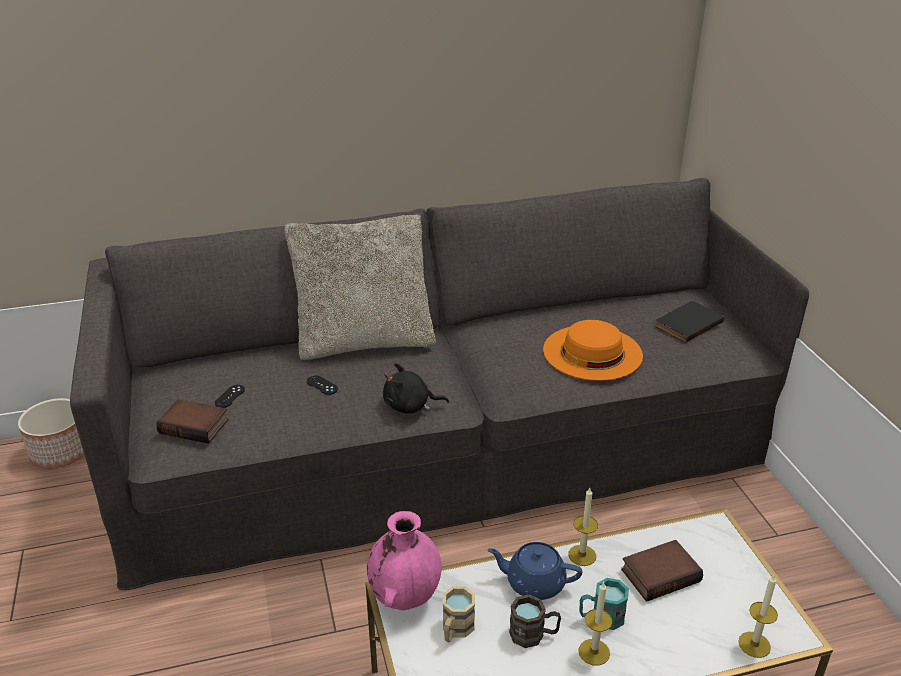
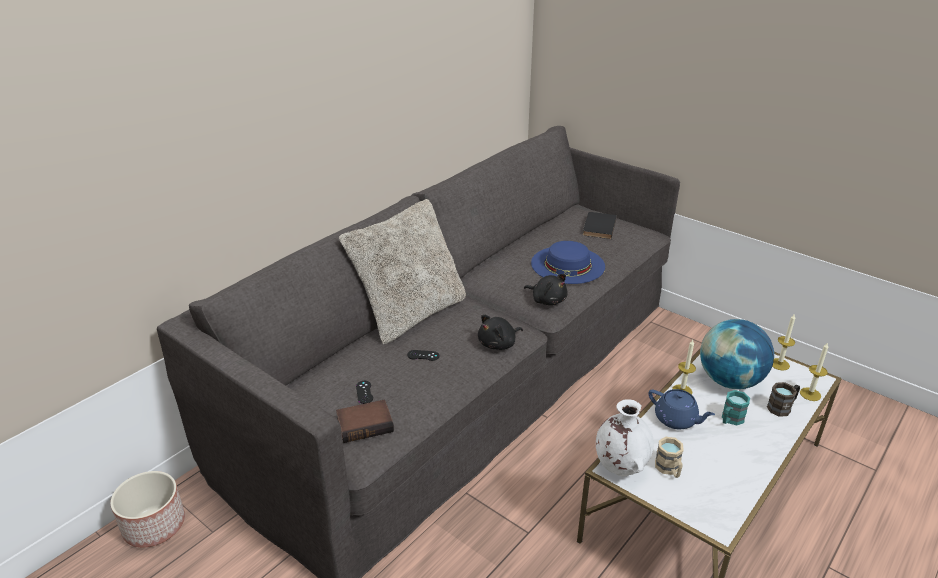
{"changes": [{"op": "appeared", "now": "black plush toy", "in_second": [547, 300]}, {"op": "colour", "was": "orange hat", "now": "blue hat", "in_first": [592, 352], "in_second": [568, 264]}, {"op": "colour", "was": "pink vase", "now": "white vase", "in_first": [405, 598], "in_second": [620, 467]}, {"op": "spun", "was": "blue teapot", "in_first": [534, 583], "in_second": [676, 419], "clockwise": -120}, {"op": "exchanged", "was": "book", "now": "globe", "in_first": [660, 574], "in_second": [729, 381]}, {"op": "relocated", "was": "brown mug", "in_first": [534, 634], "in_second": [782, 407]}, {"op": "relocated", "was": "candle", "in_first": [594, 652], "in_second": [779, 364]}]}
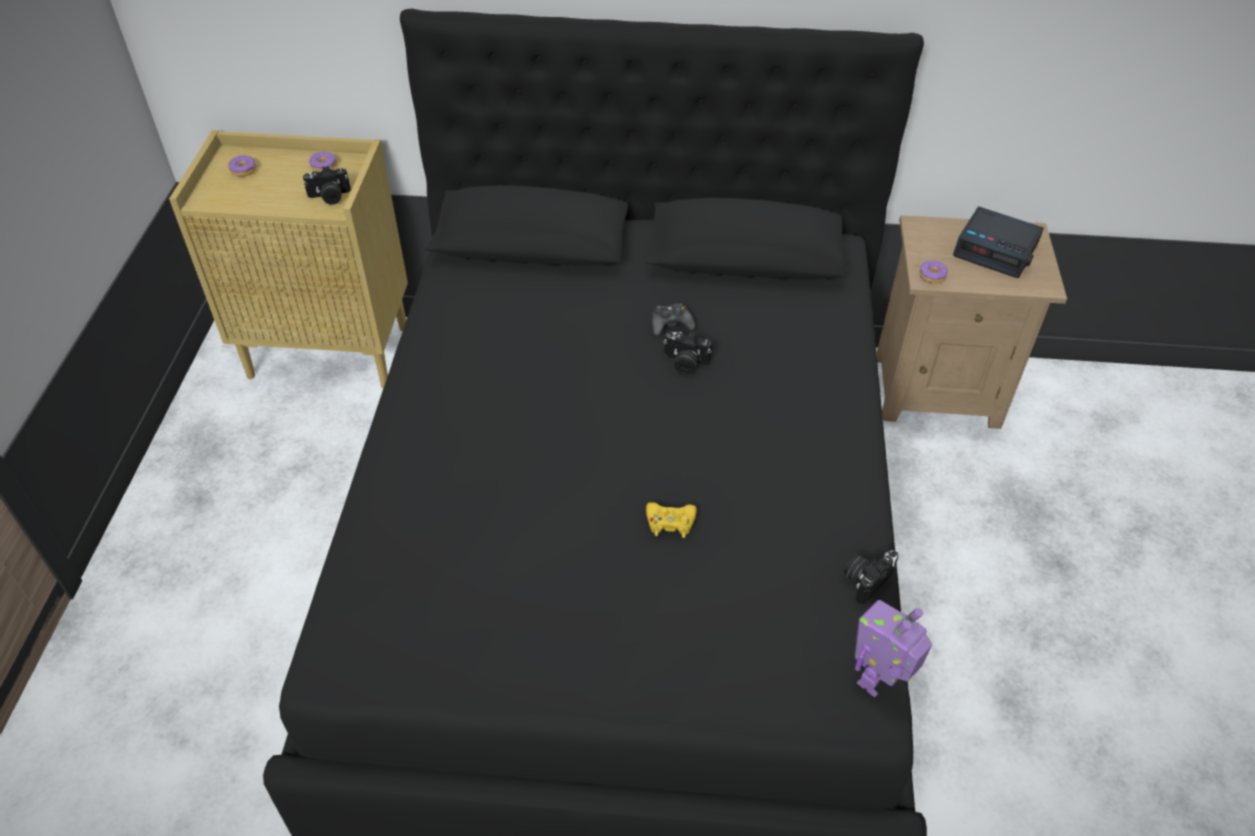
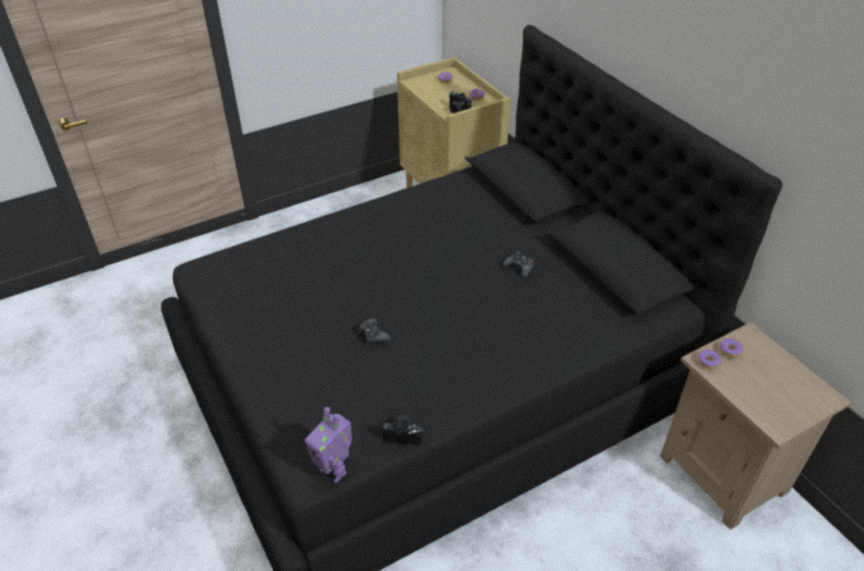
{"changes": [{"op": "spun", "was": "toy robot", "in_first": [878, 680], "in_second": [334, 470], "clockwise": -150}, {"op": "colour", "was": "yellow game controller", "now": "black game controller", "in_first": [670, 523], "in_second": [373, 335]}, {"op": "appeared", "now": "donut", "in_second": [729, 351]}, {"op": "missing", "was": "photo camera", "in_first": [685, 363]}, {"op": "missing", "was": "alarm clock", "in_first": [996, 250]}]}
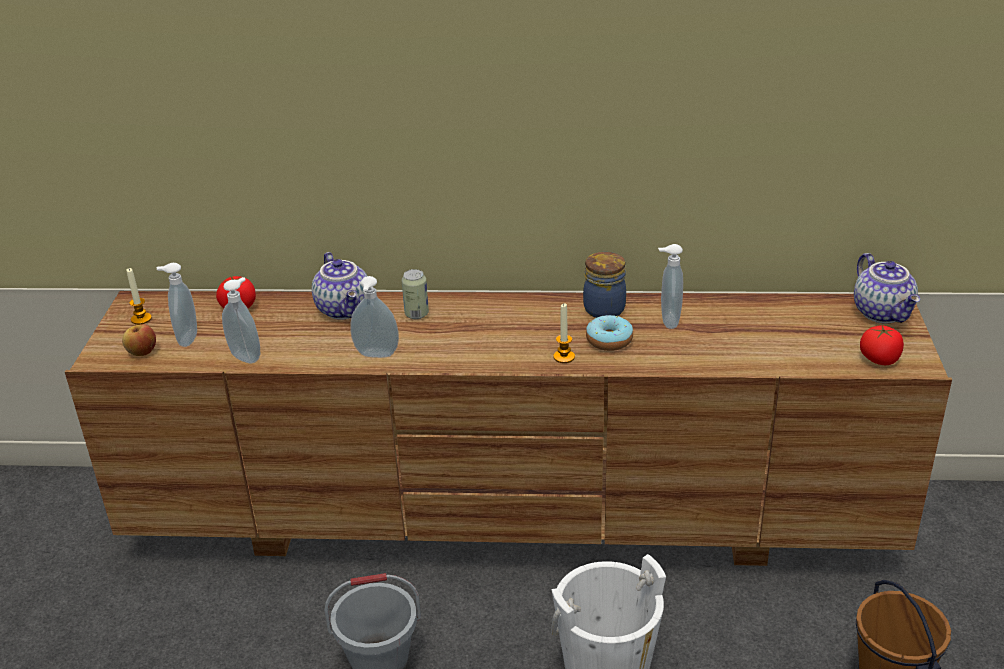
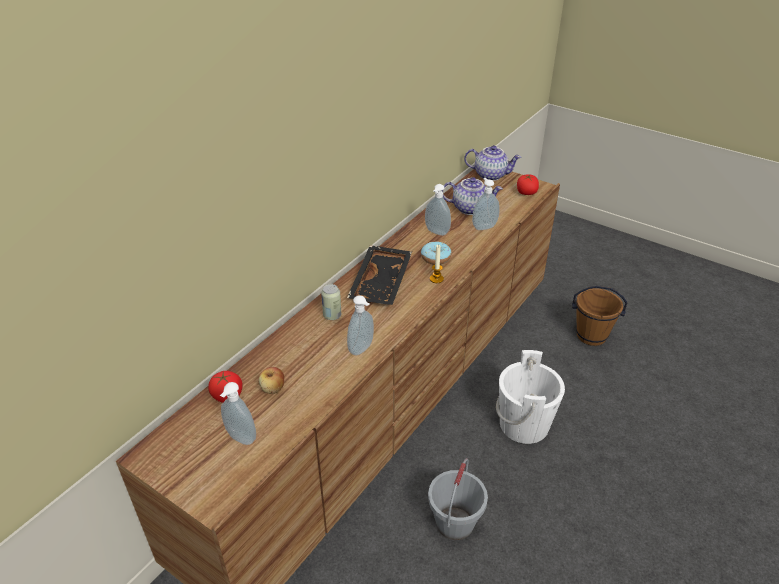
{"changes": [{"op": "relocated", "was": "apple", "in_first": [142, 352], "in_second": [273, 389]}, {"op": "appeared", "now": "black tray", "in_second": [382, 283]}, {"op": "relocated", "was": "teapot", "in_first": [345, 309], "in_second": [470, 208]}, {"op": "relocated", "was": "soap dispenser", "in_first": [247, 356], "in_second": [483, 226]}, {"op": "missing", "was": "candle", "in_first": [141, 319]}, {"op": "missing", "was": "jar", "in_first": [605, 308]}]}
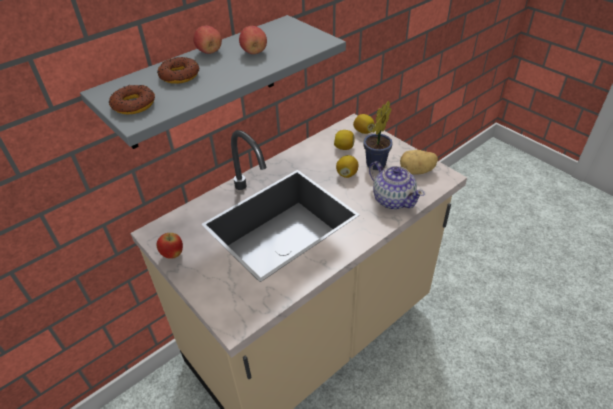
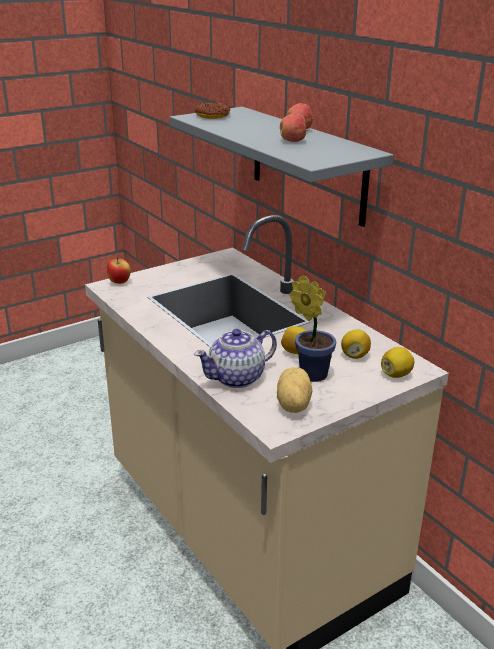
{"changes": [{"op": "relocated", "was": "apple", "in_first": [172, 254], "in_second": [119, 282]}, {"op": "missing", "was": "donut", "in_first": [179, 75]}]}
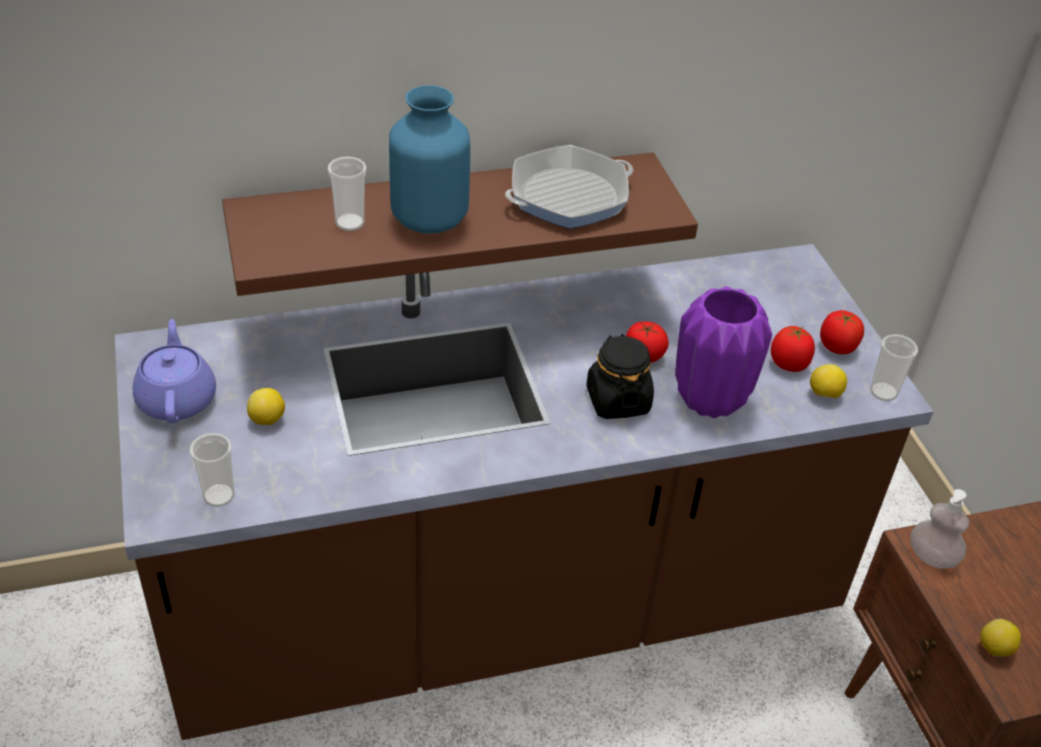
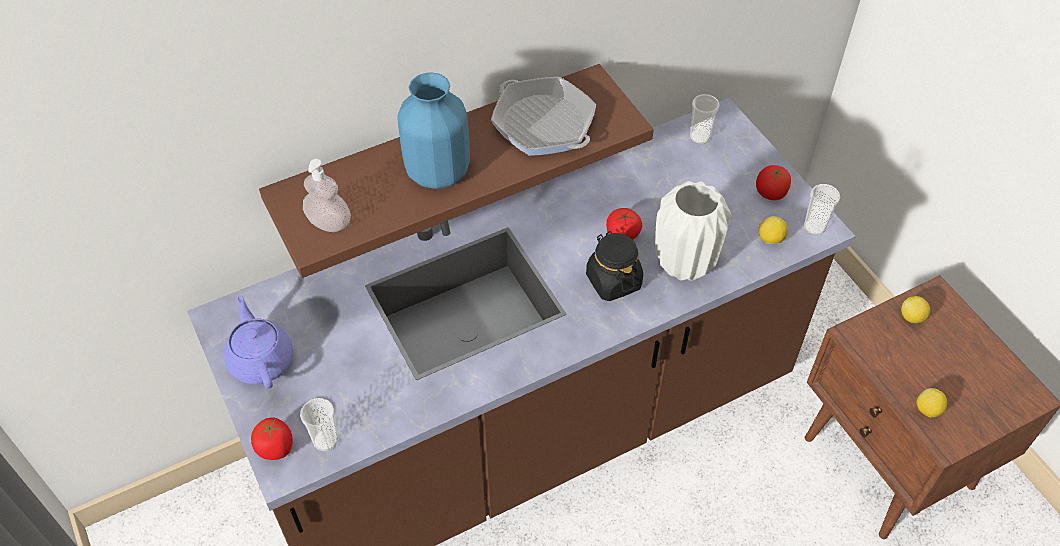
{"changes": [{"op": "relocated", "was": "tomato", "in_first": [789, 364], "in_second": [276, 448]}, {"op": "relocated", "was": "soap dispenser", "in_first": [932, 557], "in_second": [329, 223]}, {"op": "spun", "was": "frying pan", "in_first": [568, 196], "in_second": [543, 124], "clockwise": -90}, {"op": "colour", "was": "purple vase", "now": "white vase", "in_first": [709, 399], "in_second": [684, 263]}, {"op": "relocated", "was": "cup", "in_first": [350, 223], "in_second": [699, 137]}, {"op": "relocated", "was": "lemon", "in_first": [267, 420], "in_second": [912, 317]}]}
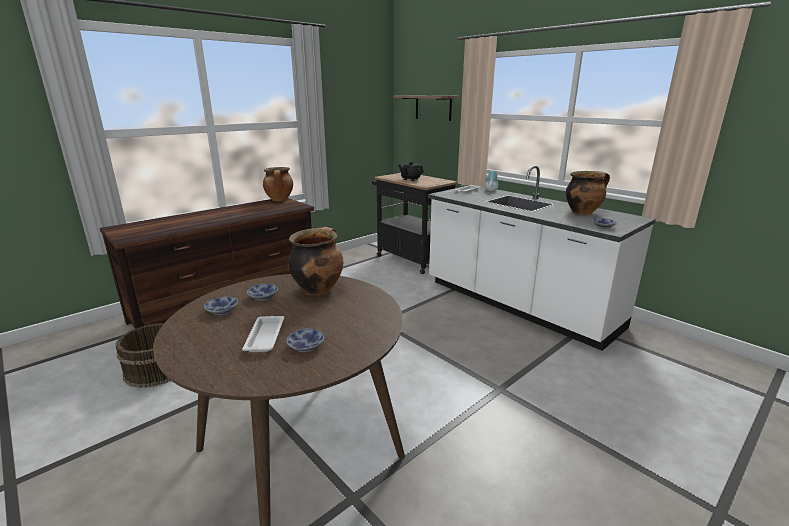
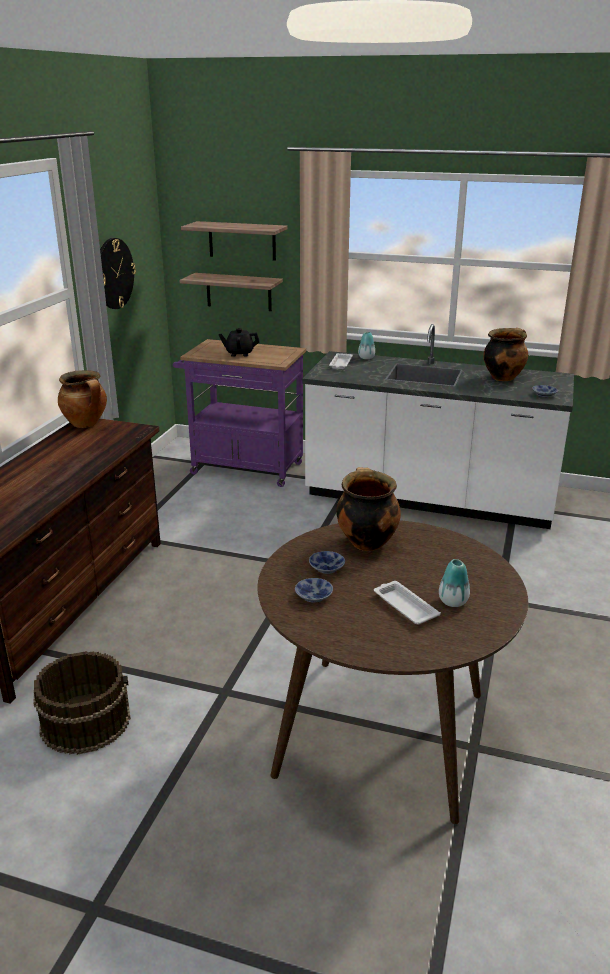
{"changes": [{"op": "appeared", "now": "wall clock", "in_second": [114, 273]}, {"op": "colour", "was": "black cart", "now": "purple cart", "in_first": [411, 259], "in_second": [243, 468]}, {"op": "appeared", "now": "shelf", "in_second": [238, 292]}, {"op": "exchanged", "was": "bowl", "now": "vase", "in_first": [305, 345], "in_second": [453, 601]}]}
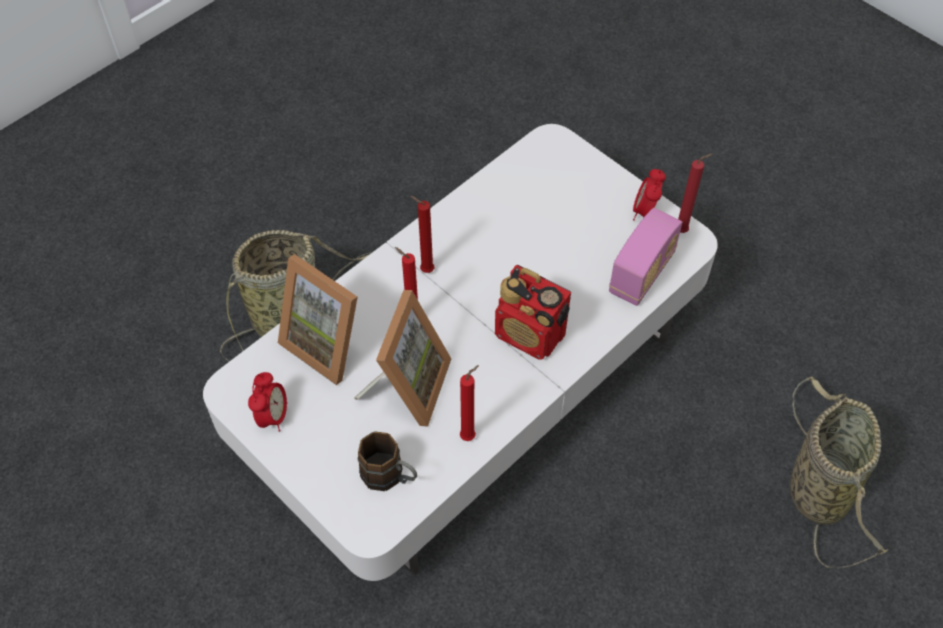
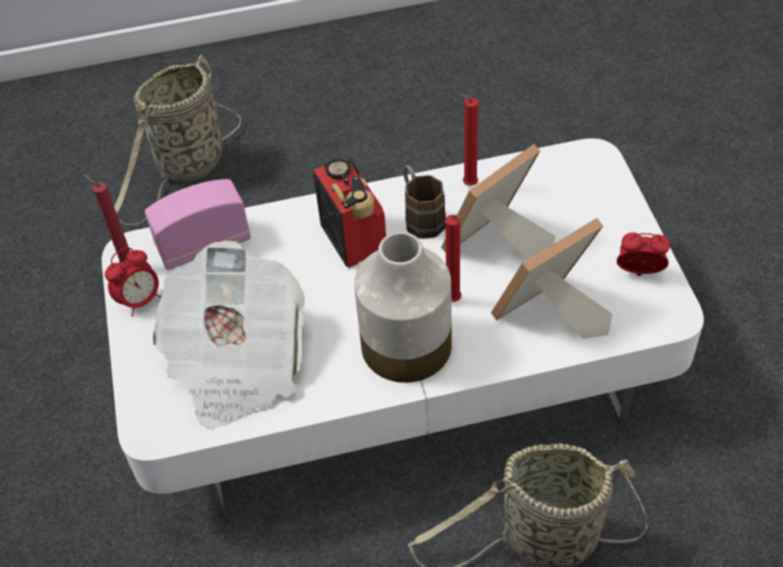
{"changes": [{"op": "appeared", "now": "newspaper", "in_second": [236, 360]}, {"op": "exchanged", "was": "red candle", "now": "beige vase", "in_first": [425, 270], "in_second": [406, 345]}, {"op": "relocated", "was": "brown mug", "in_first": [390, 477], "in_second": [420, 216]}, {"op": "spun", "was": "picture frame", "in_first": [329, 342], "in_second": [549, 317], "clockwise": -105}, {"op": "spun", "was": "alarm clock", "in_first": [273, 416], "in_second": [639, 273], "clockwise": 60}]}
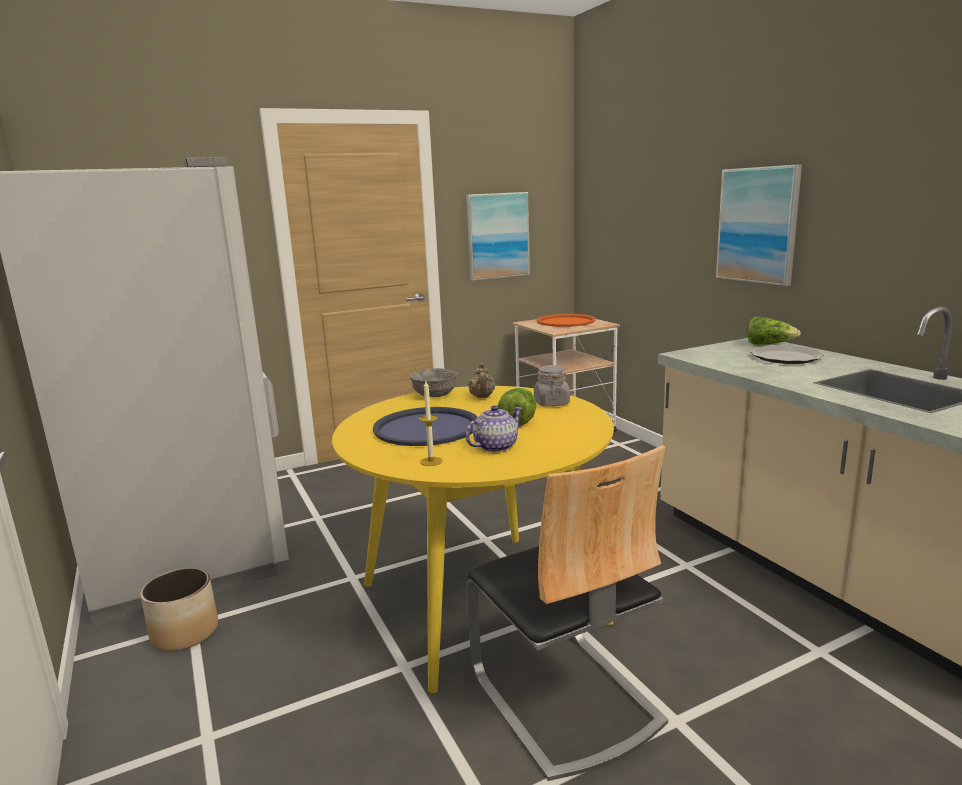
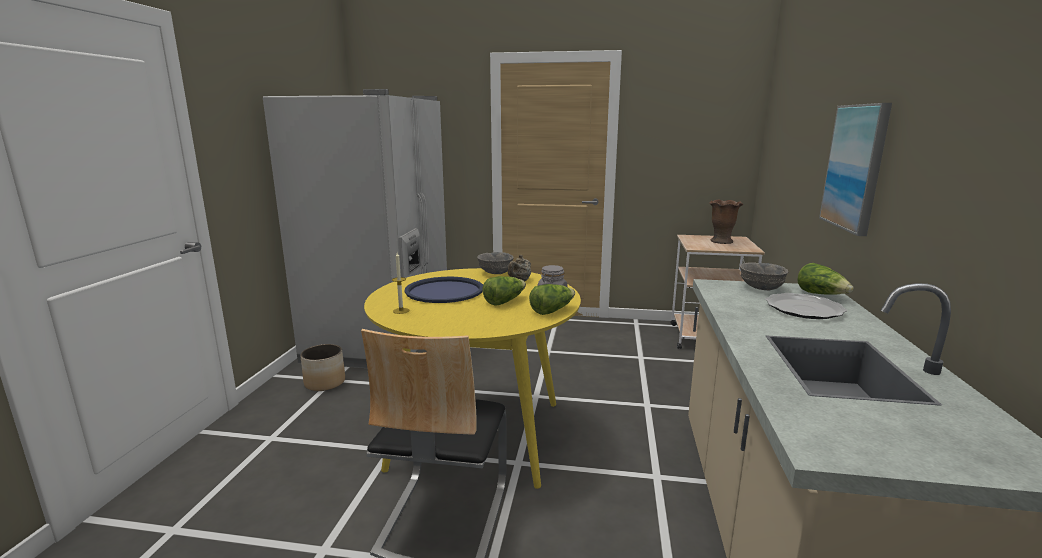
{"changes": [{"op": "appeared", "now": "lettuce", "in_second": [552, 310]}, {"op": "exchanged", "was": "orange tray", "now": "brown vase", "in_first": [565, 321], "in_second": [721, 241]}, {"op": "appeared", "now": "grey bowl", "in_second": [760, 288]}, {"op": "missing", "was": "picture", "in_first": [497, 235]}, {"op": "missing", "was": "teapot", "in_first": [495, 447]}]}
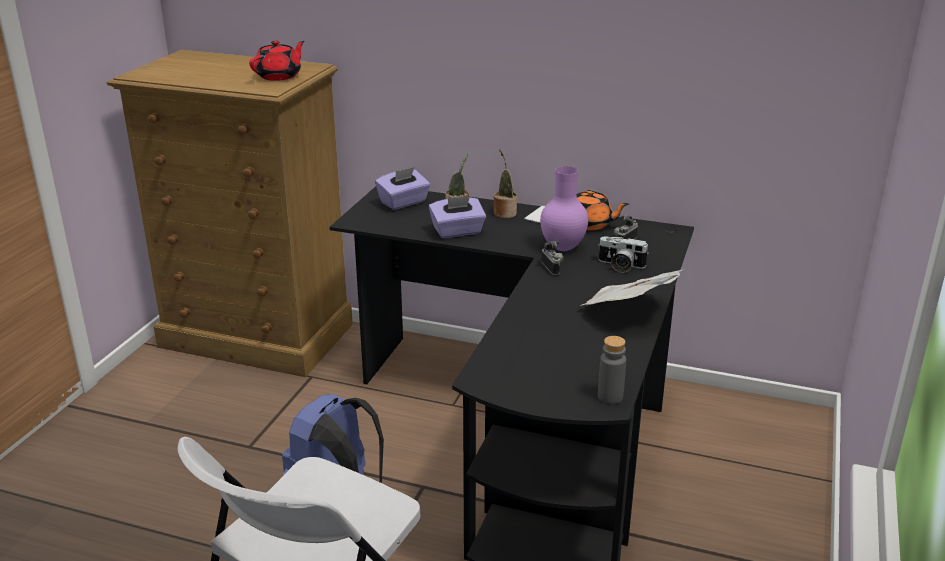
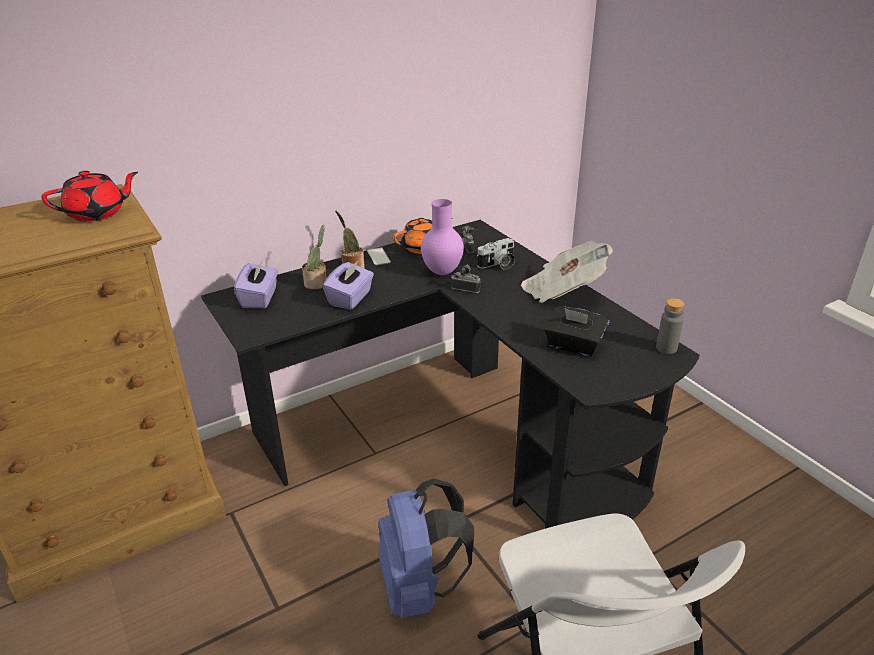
{"changes": [{"op": "spun", "was": "red teapot", "in_first": [279, 76], "in_second": [97, 213], "clockwise": 75}, {"op": "appeared", "now": "black tissue box", "in_second": [574, 345]}]}
